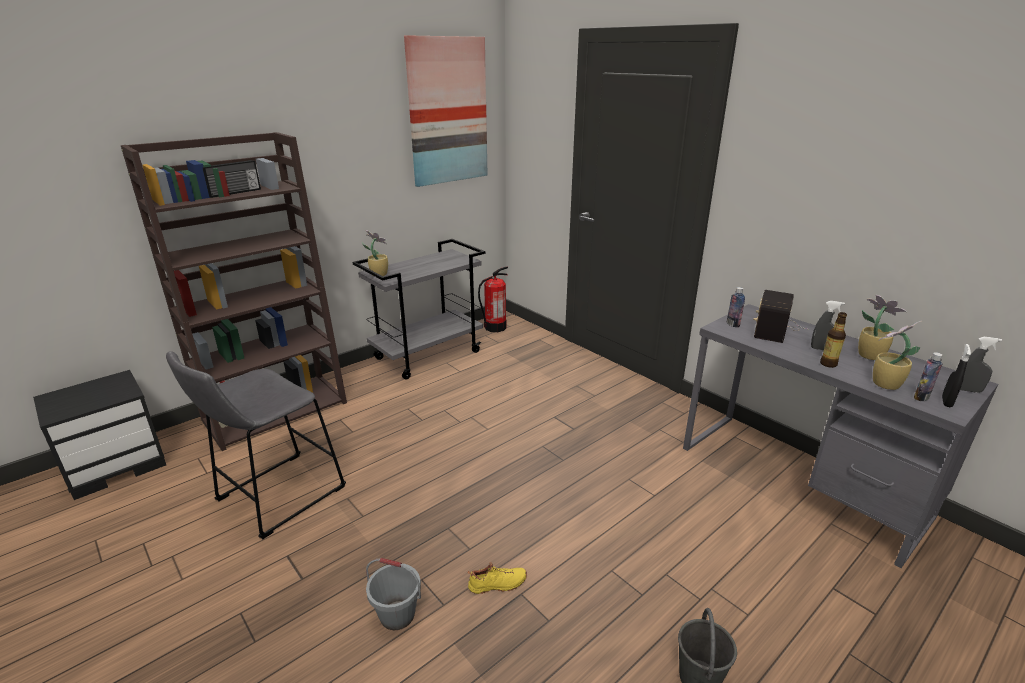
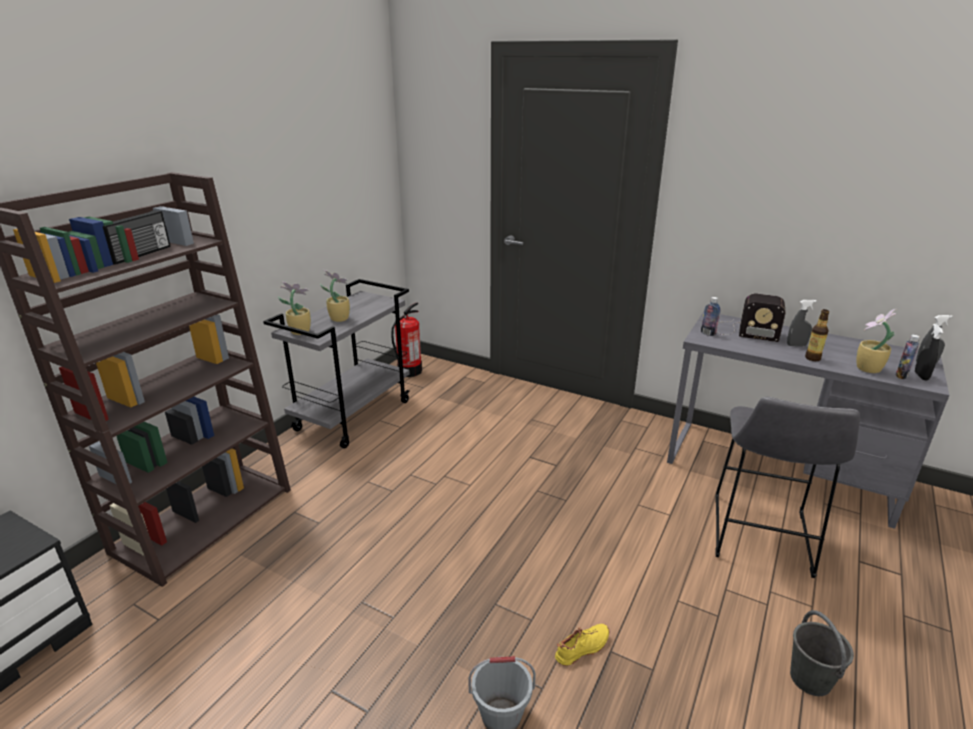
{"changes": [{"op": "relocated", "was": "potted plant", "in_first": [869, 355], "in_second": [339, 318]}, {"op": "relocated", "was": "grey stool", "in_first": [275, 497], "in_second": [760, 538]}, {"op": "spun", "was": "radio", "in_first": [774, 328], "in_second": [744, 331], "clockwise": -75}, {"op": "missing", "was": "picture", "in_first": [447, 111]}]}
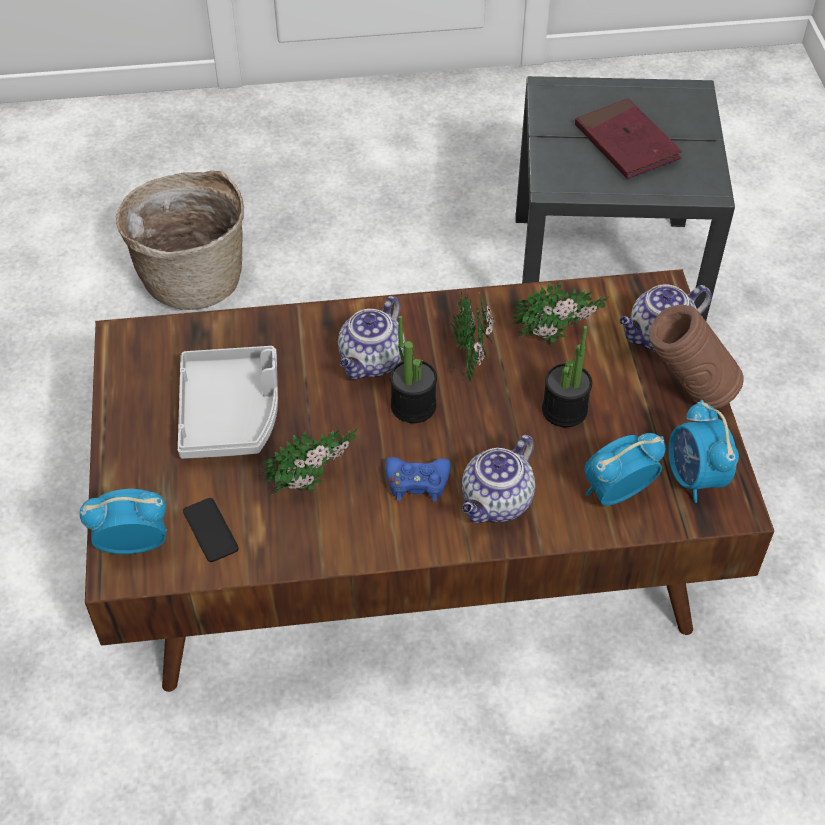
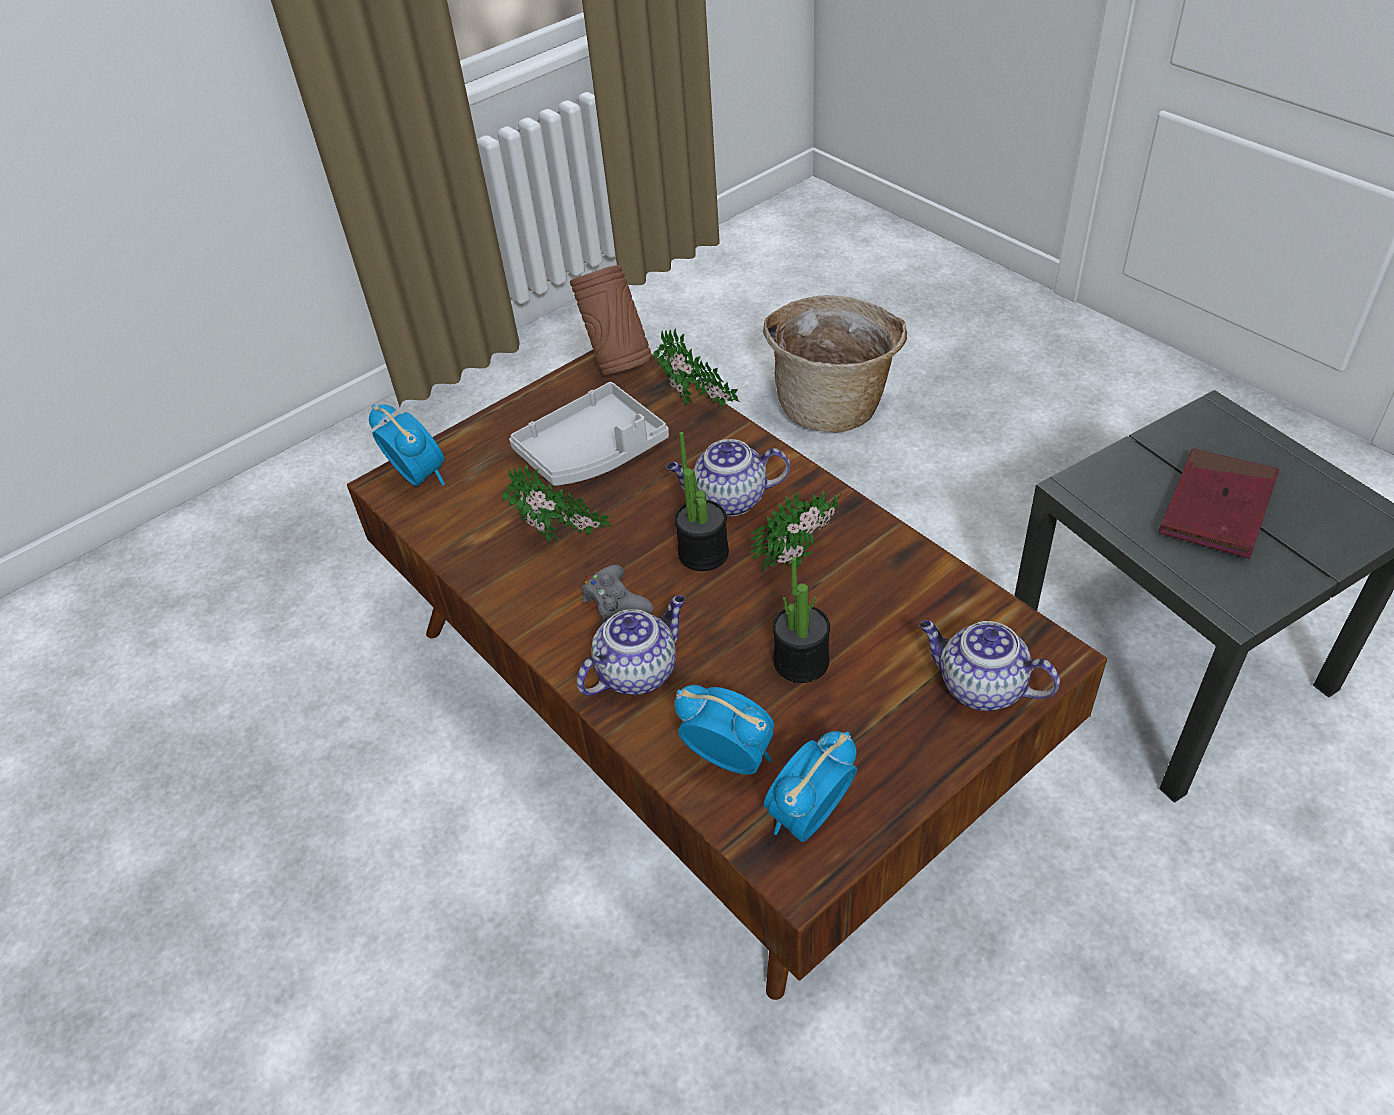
{"changes": [{"op": "relocated", "was": "brown vase", "in_first": [687, 394], "in_second": [617, 364]}, {"op": "spun", "was": "teapot", "in_first": [496, 503], "in_second": [638, 671], "clockwise": 135}, {"op": "colour", "was": "blue game controller", "now": "grey game controller", "in_first": [417, 483], "in_second": [615, 603]}, {"op": "relocated", "was": "potted plant", "in_first": [558, 338], "in_second": [697, 407]}, {"op": "missing", "was": "phone", "in_first": [210, 530]}]}
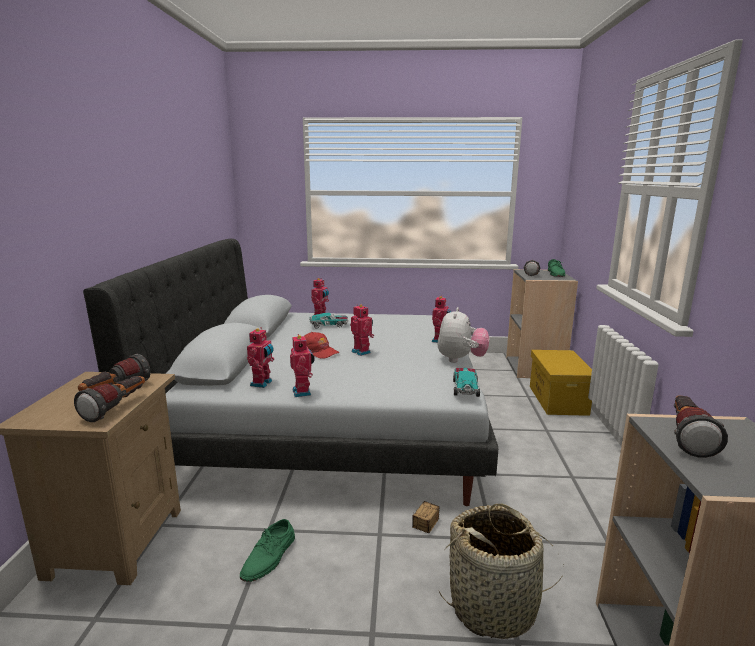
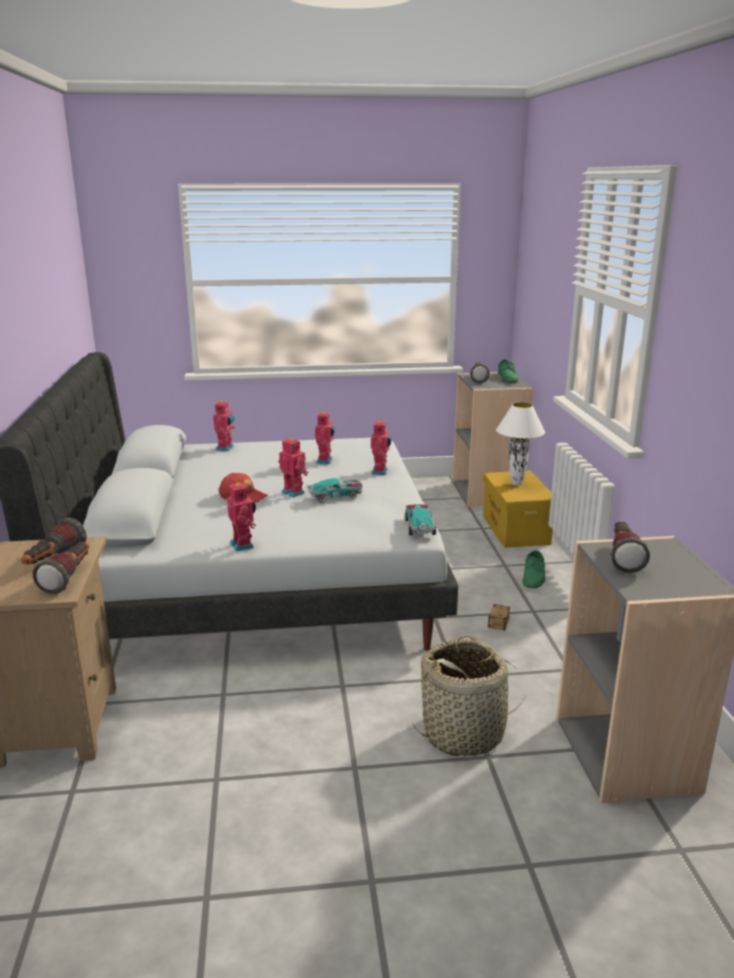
{"changes": [{"op": "relocated", "was": "toy car", "in_first": [329, 325], "in_second": [336, 496]}, {"op": "relocated", "was": "toy robot", "in_first": [262, 383], "in_second": [325, 461]}, {"op": "relocated", "was": "storage box", "in_first": [418, 534], "in_second": [495, 632]}, {"op": "appeared", "now": "white table lamp", "in_second": [516, 483]}, {"op": "relocated", "was": "green shoe", "in_first": [269, 557], "in_second": [534, 576]}, {"op": "missing", "was": "plush toy", "in_first": [461, 360]}]}
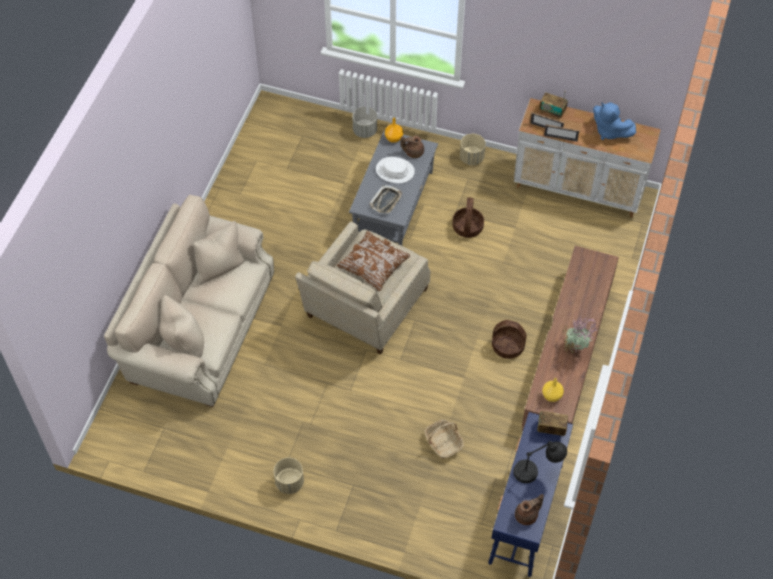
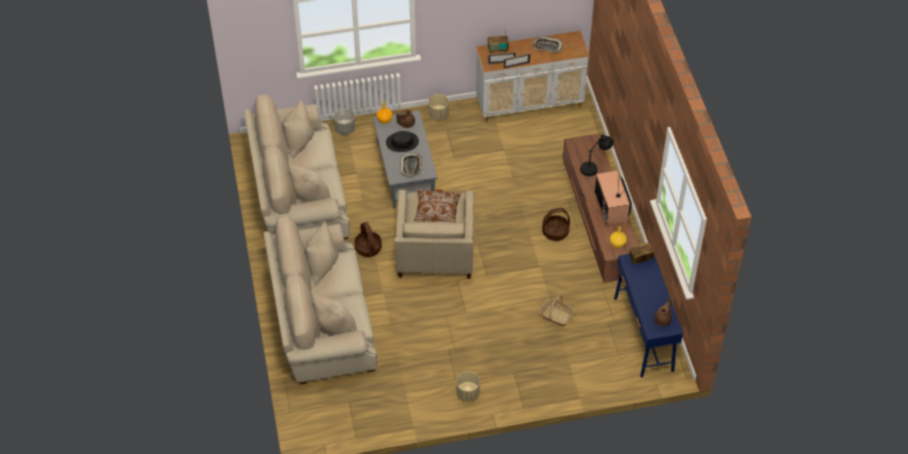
{"changes": [{"op": "appeared", "now": "beige sofa", "in_second": [299, 196]}, {"op": "relocated", "was": "basket", "in_first": [467, 227], "in_second": [368, 248]}, {"op": "colour", "was": "white hat", "now": "black hat", "in_first": [395, 170], "in_second": [402, 142]}, {"op": "exchanged", "was": "blue plush toy", "now": "tray", "in_first": [609, 131], "in_second": [547, 46]}, {"op": "relocated", "was": "black table lamp", "in_first": [537, 471], "in_second": [595, 166]}, {"op": "exchanged", "was": "potted plant", "now": "television", "in_first": [575, 349], "in_second": [612, 206]}]}
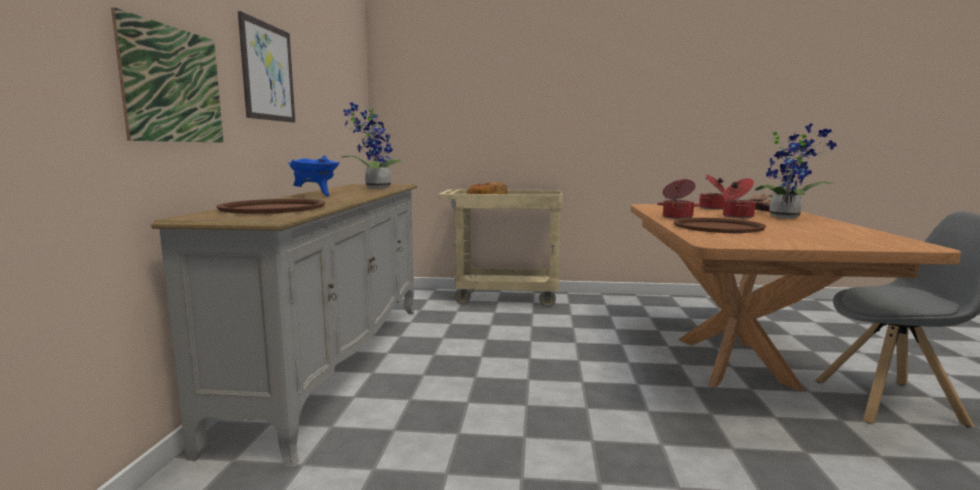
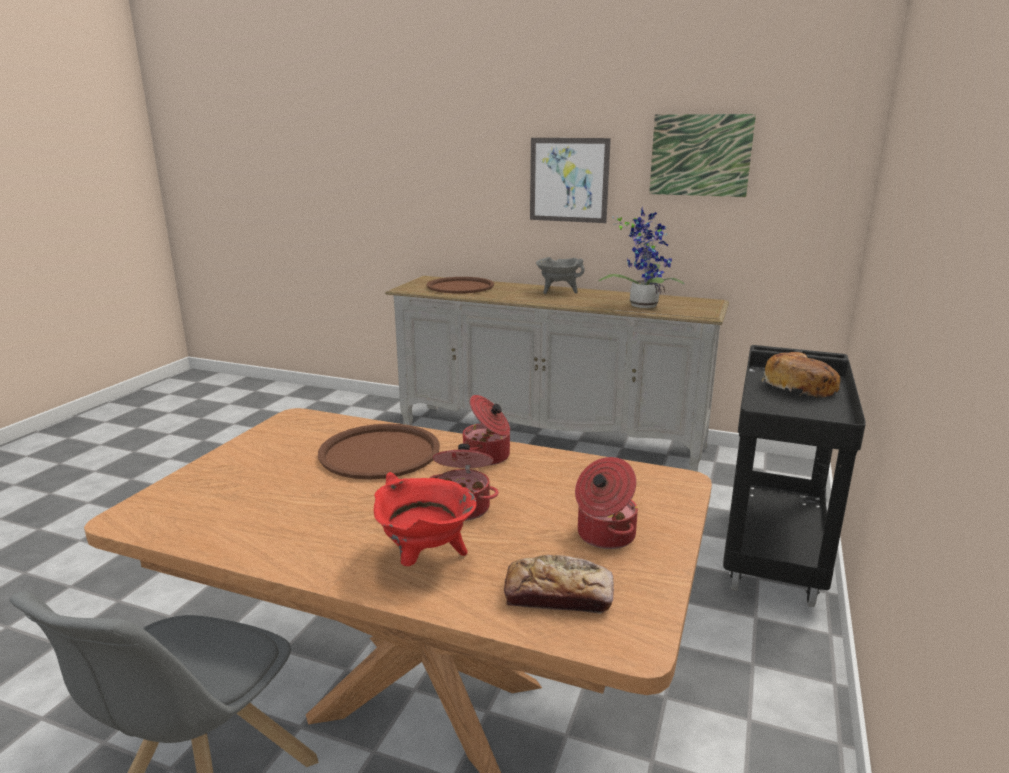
{"changes": [{"op": "exchanged", "was": "potted plant", "now": "red cooking pot", "in_first": [787, 217], "in_second": [425, 559]}, {"op": "colour", "was": "blue cooking pot", "now": "grey cooking pot", "in_first": [316, 195], "in_second": [558, 291]}, {"op": "relocated", "was": "picture", "in_first": [174, 85], "in_second": [700, 155]}, {"op": "colour", "was": "beige cart", "now": "black cart", "in_first": [501, 299], "in_second": [772, 550]}]}
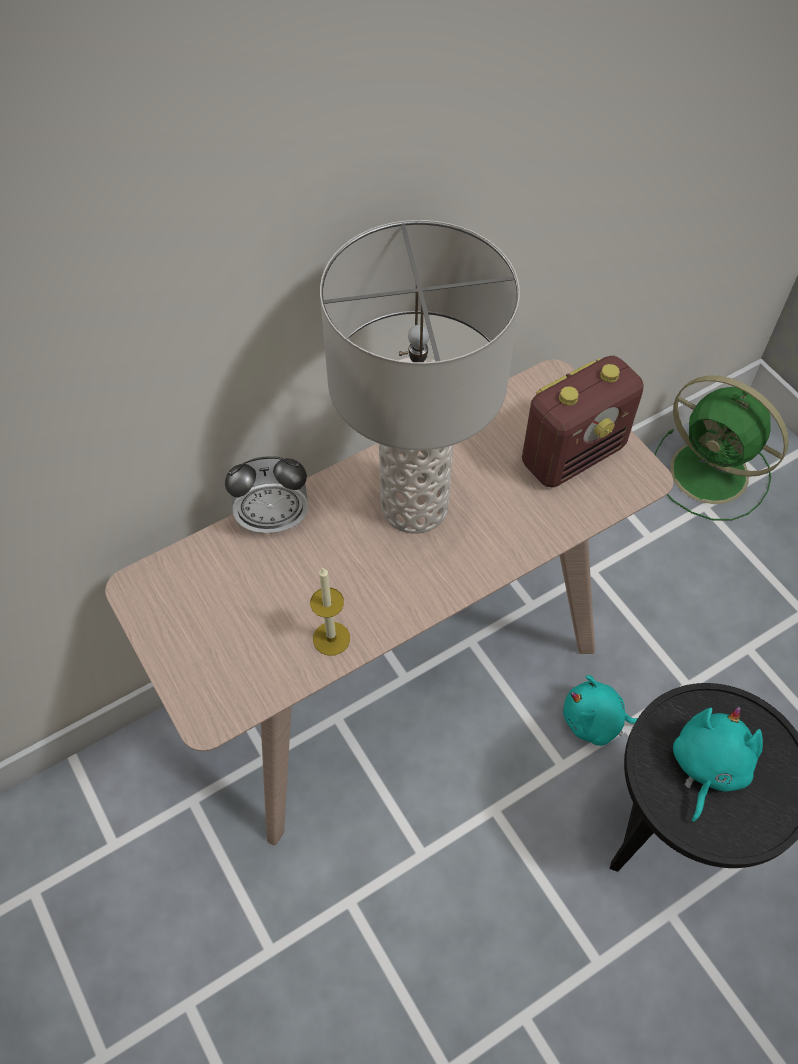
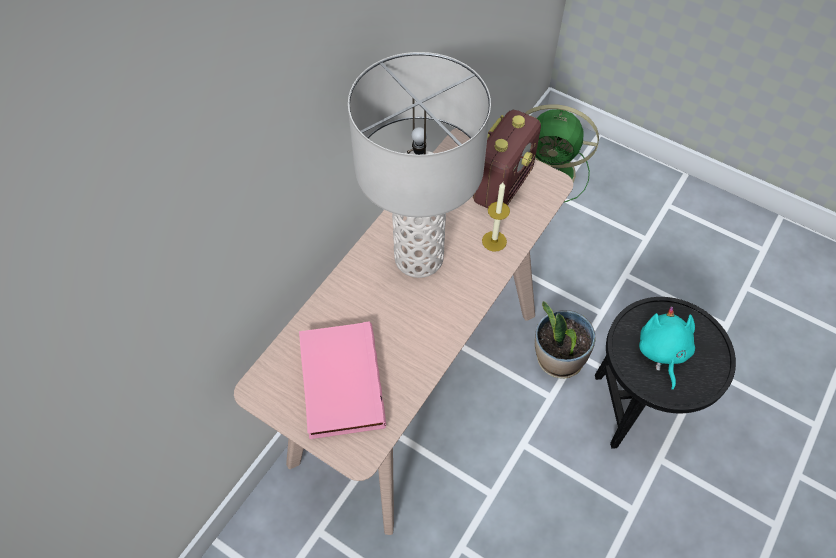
{"changes": [{"op": "appeared", "now": "pink book", "in_second": [339, 382]}, {"op": "relocated", "was": "candle", "in_first": [331, 638], "in_second": [494, 241]}, {"op": "exchanged", "was": "turquoise plush toy", "now": "potted plant", "in_first": [596, 721], "in_second": [558, 359]}, {"op": "missing", "was": "alarm clock", "in_first": [273, 519]}]}
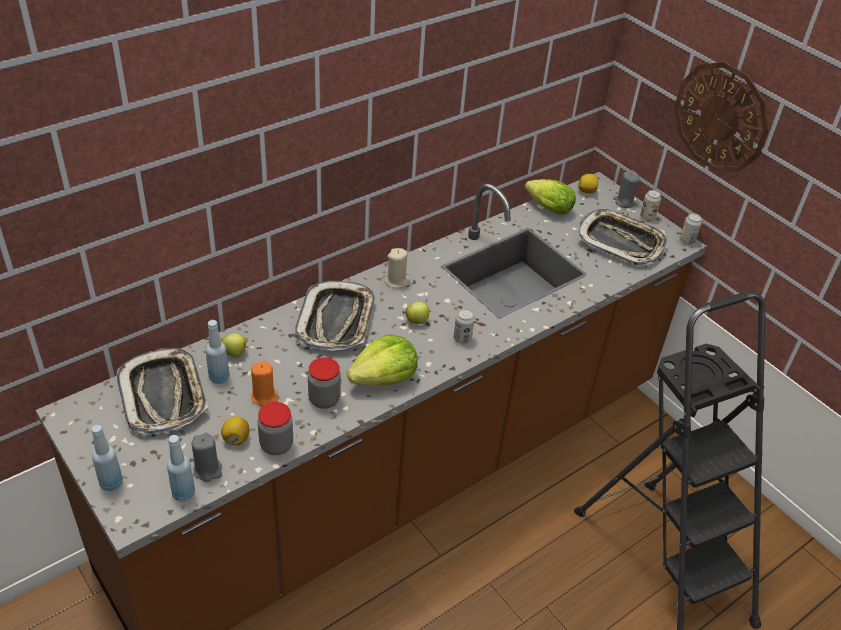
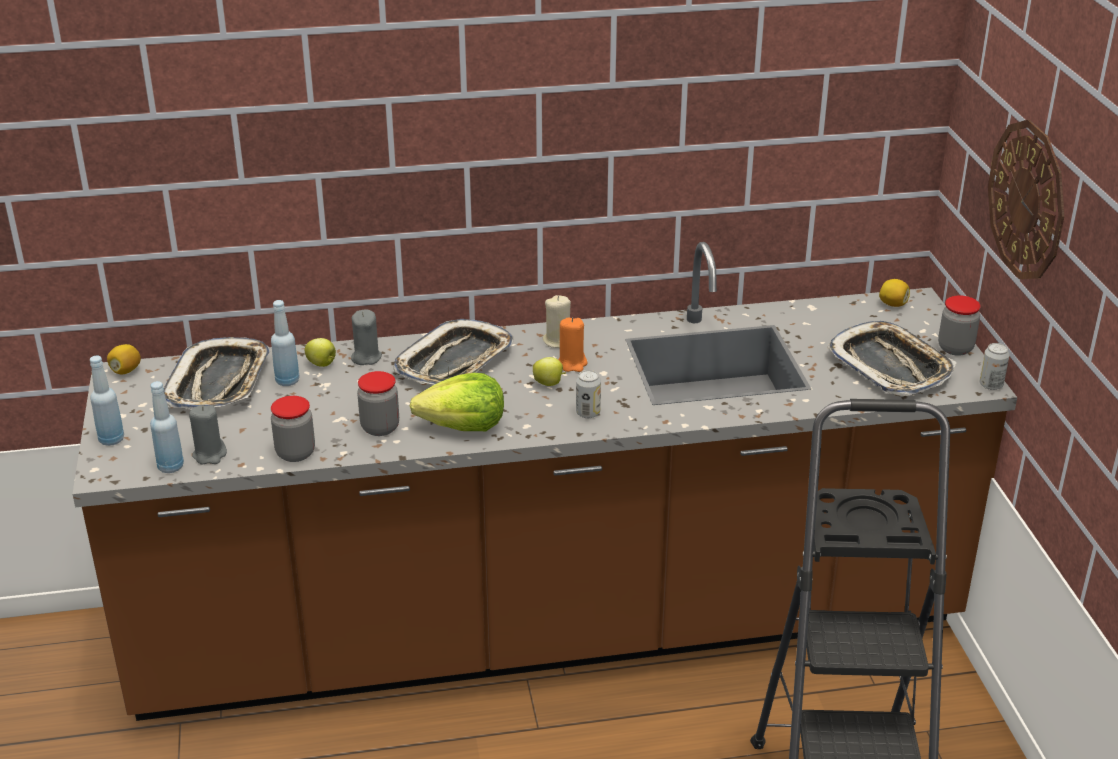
{"changes": [{"op": "relocated", "was": "lemon", "in_first": [236, 438], "in_second": [126, 371]}, {"op": "relocated", "was": "grey candle", "in_first": [624, 202], "in_second": [366, 357]}, {"op": "relocated", "was": "orange candle", "in_first": [264, 397], "in_second": [572, 364]}, {"op": "exchanged", "was": "can", "now": "jar", "in_first": [647, 217], "in_second": [955, 348]}, {"op": "missing", "was": "lettuce", "in_first": [546, 207]}]}
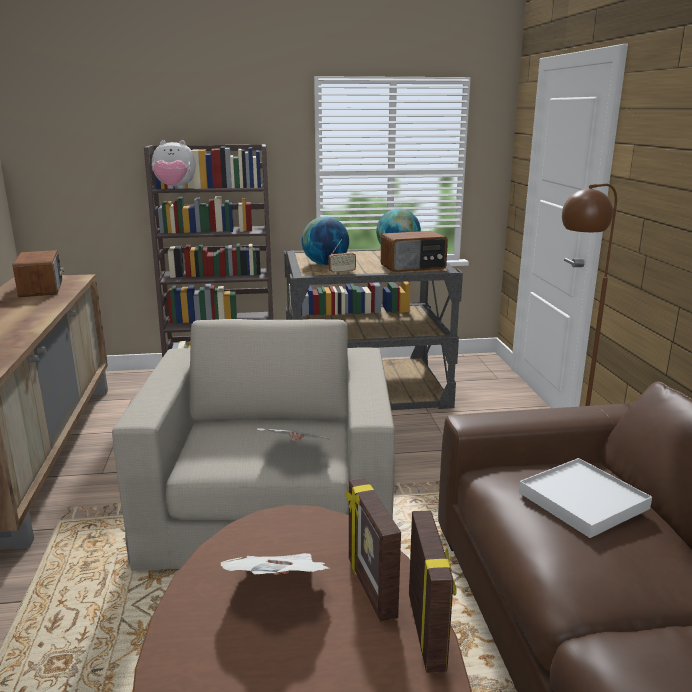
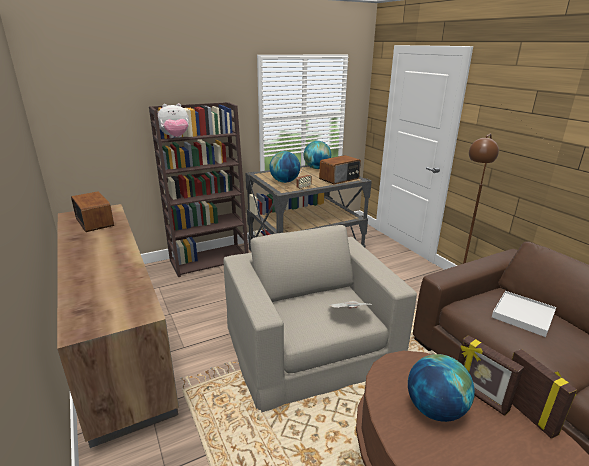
{"changes": [{"op": "exchanged", "was": "newspaper", "now": "globe", "in_first": [279, 586], "in_second": [435, 409]}]}
